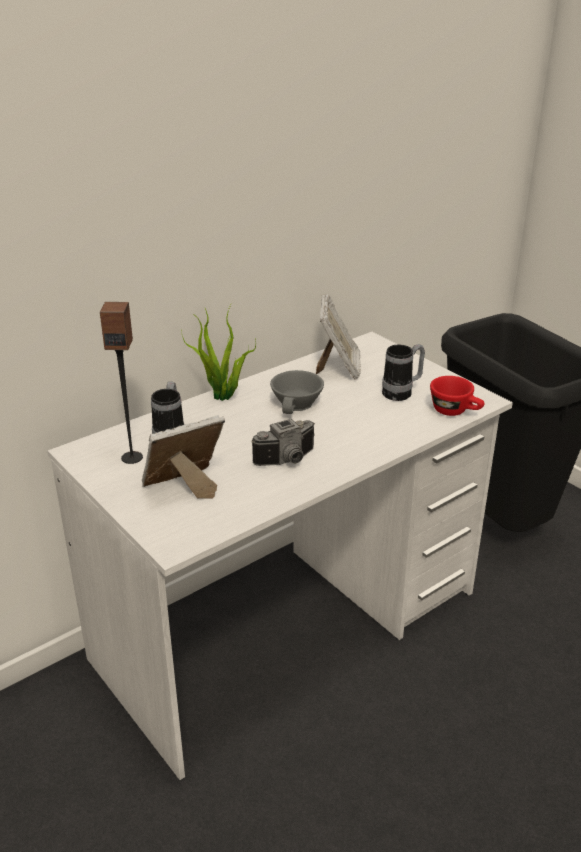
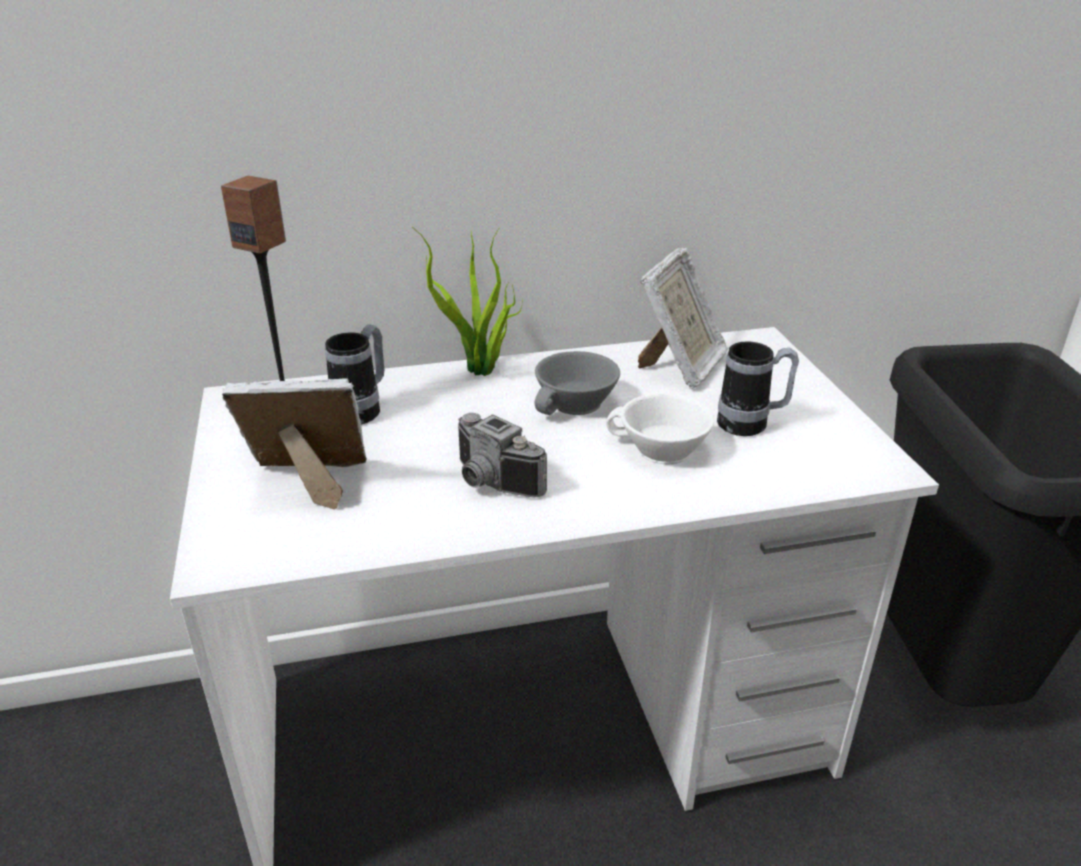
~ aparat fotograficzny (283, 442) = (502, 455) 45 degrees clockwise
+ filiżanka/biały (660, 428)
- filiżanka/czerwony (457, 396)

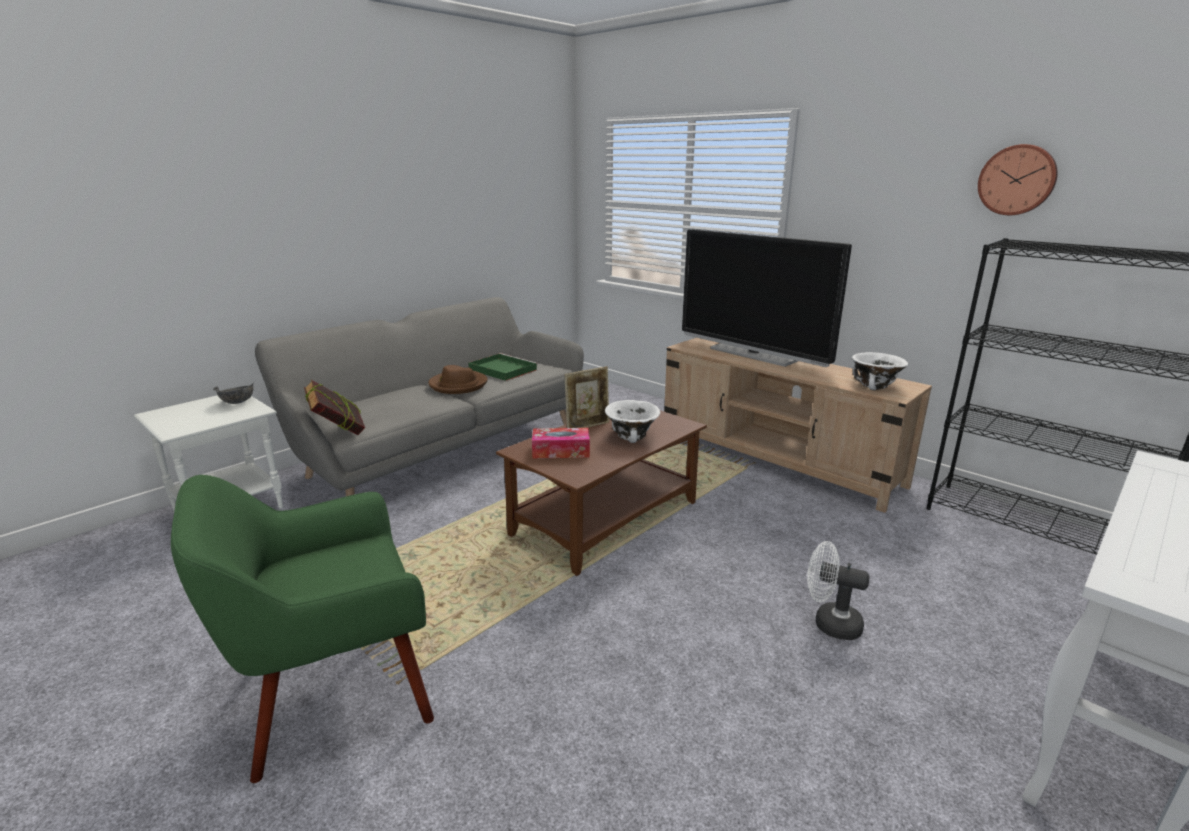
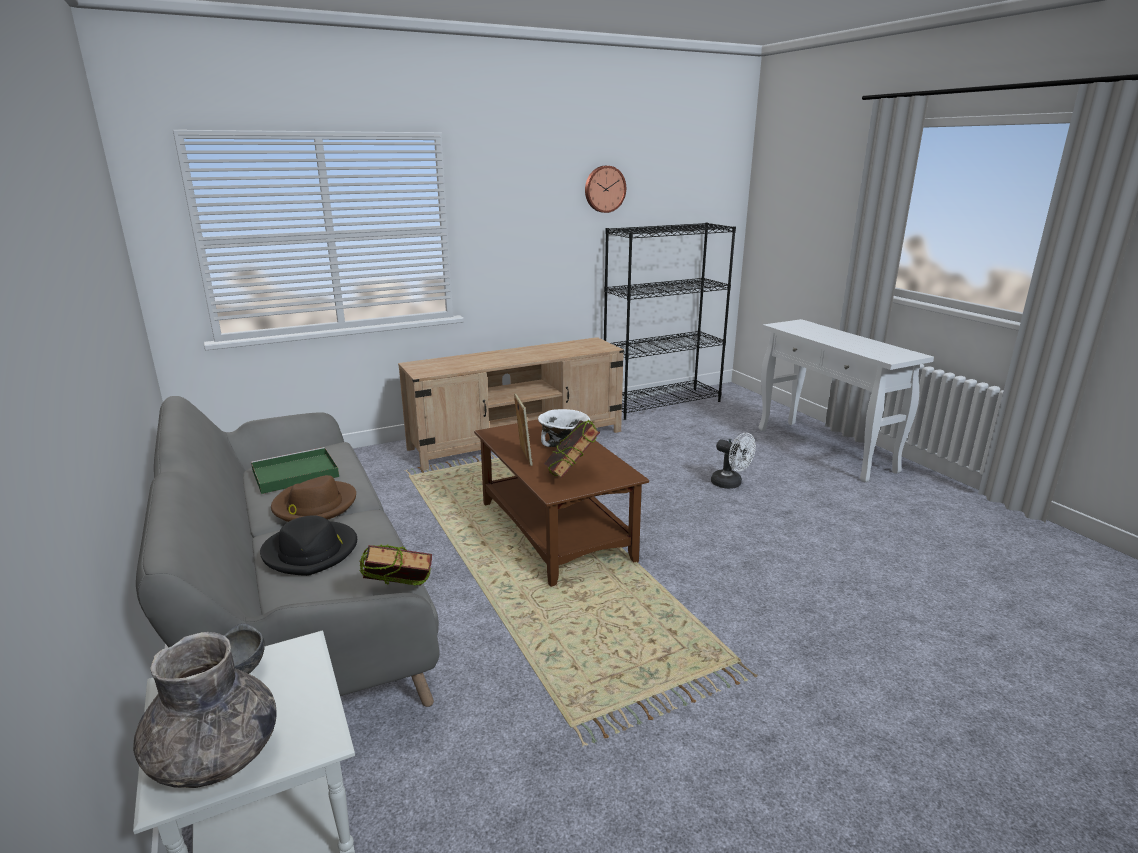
+ wazon/szary (204, 710)
+ kapelusz/czarny (308, 545)
~ pudełko chusteczek (561, 443) to książka (572, 448)
~ wentylator/biały (838, 590) = (733, 461) 90 degrees counterclockwise
- fotel/zielony (302, 629)
- telewizor (767, 298)
- miska/biały (880, 371)

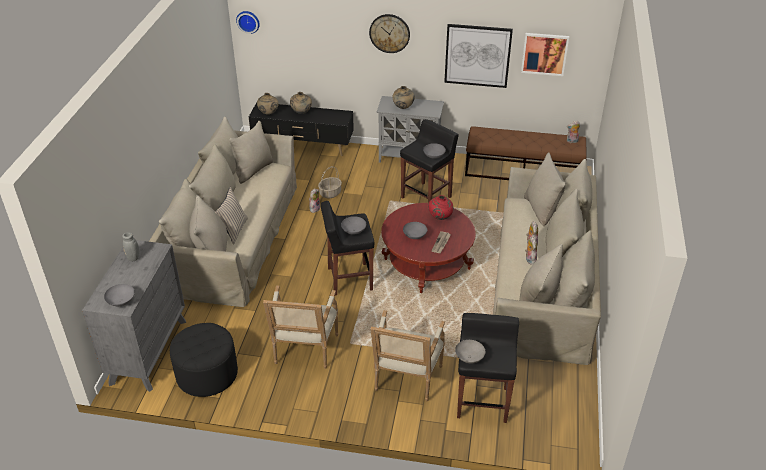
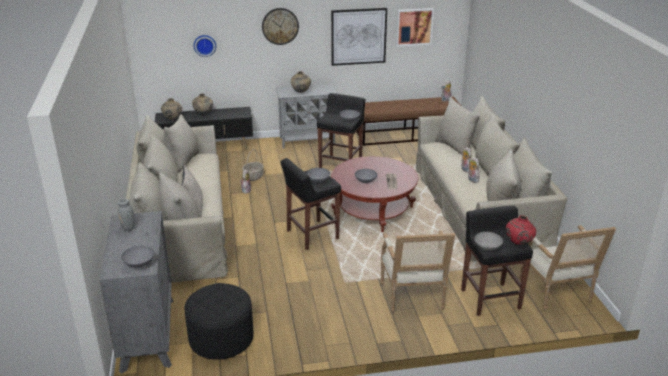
~ zegar ścienny (248, 22) to (205, 46)
~ wazon/czerwony (440, 207) to (521, 230)
~ fotel (300, 327) to (567, 268)

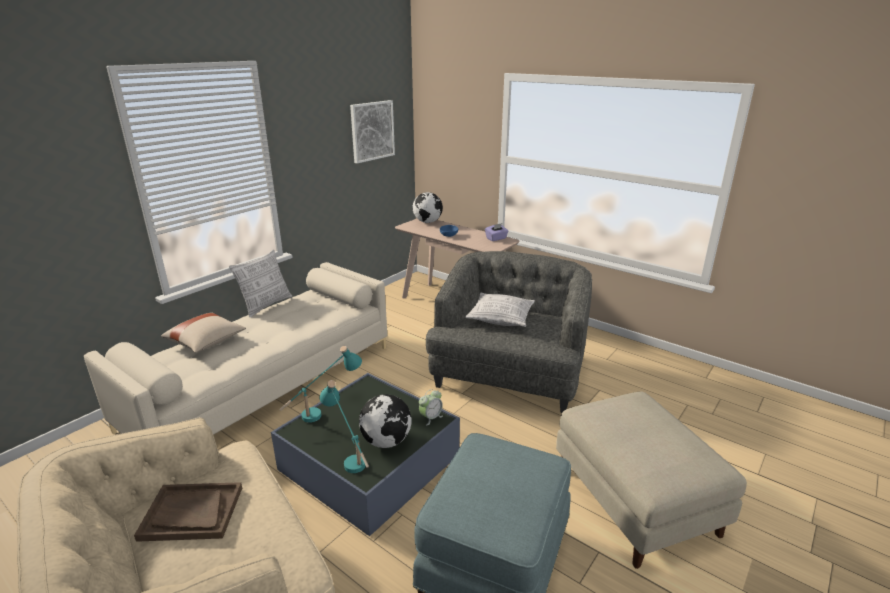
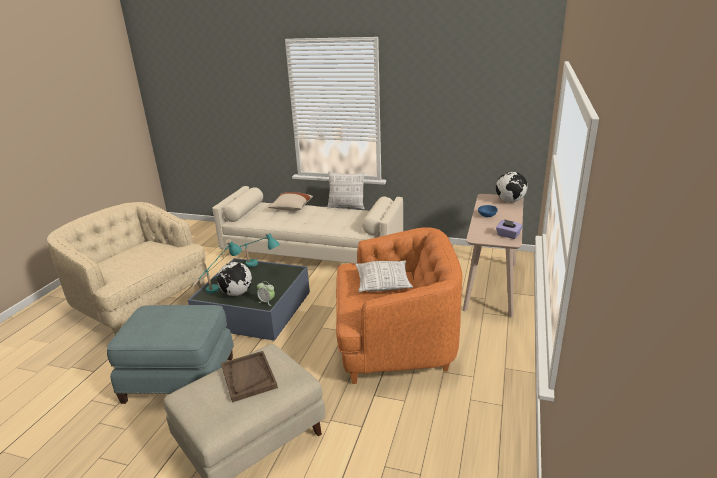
~ taca/brązowy (188, 512) to (249, 376)
~ fotel/szary (509, 332) to fotel/pomarańczowy (399, 305)
- obraz (372, 131)

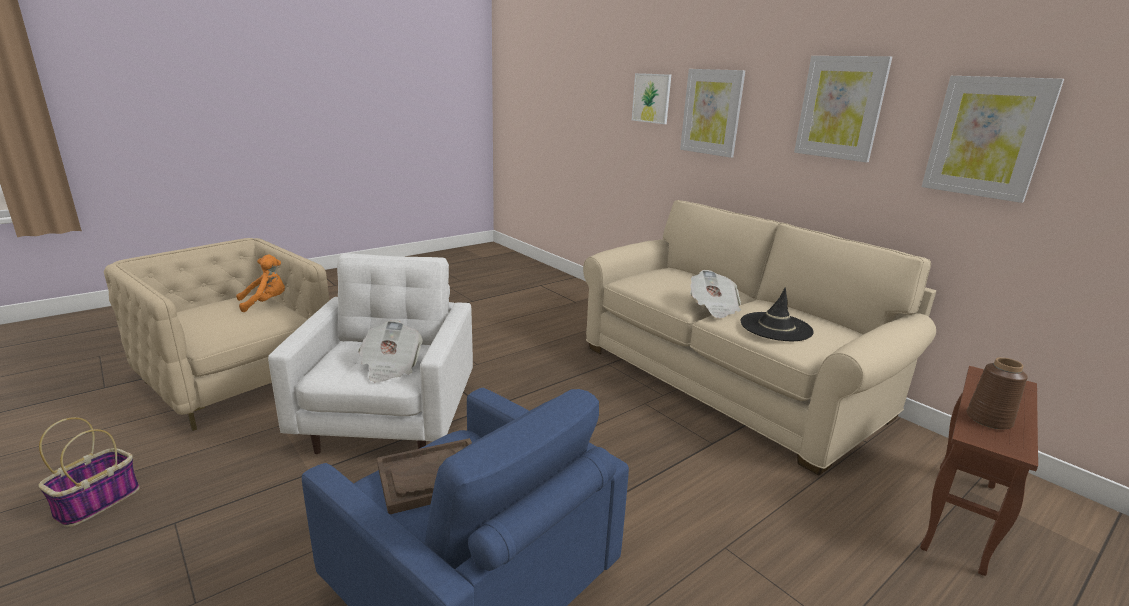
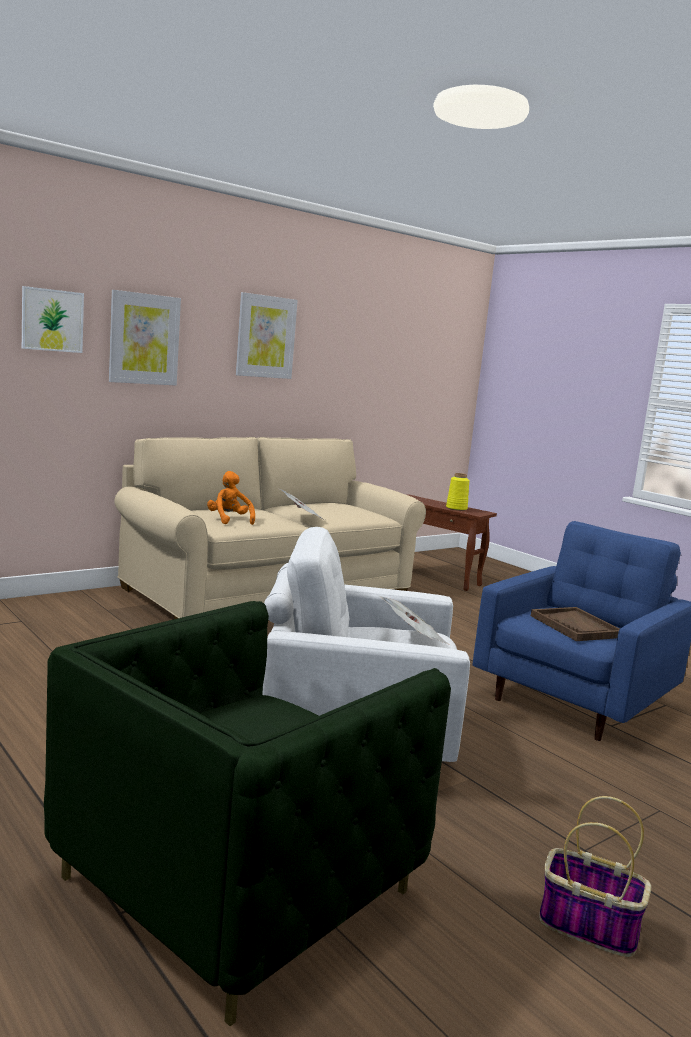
~ fotel/beżowy (217, 334) to fotel/zielony (247, 813)
~ pluszak/pomarańczowy (260, 283) to (231, 498)
~ wazon/brązowy (997, 393) to wazon/żółty (457, 492)
- kapelusz/czarny (777, 314)
- obraz (992, 139)

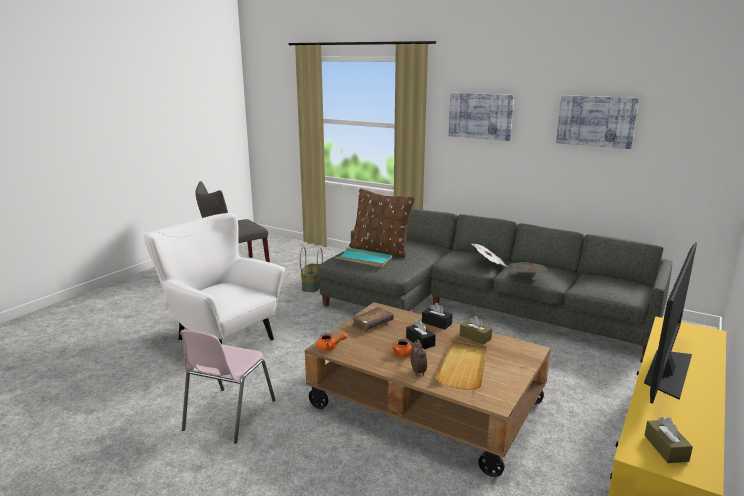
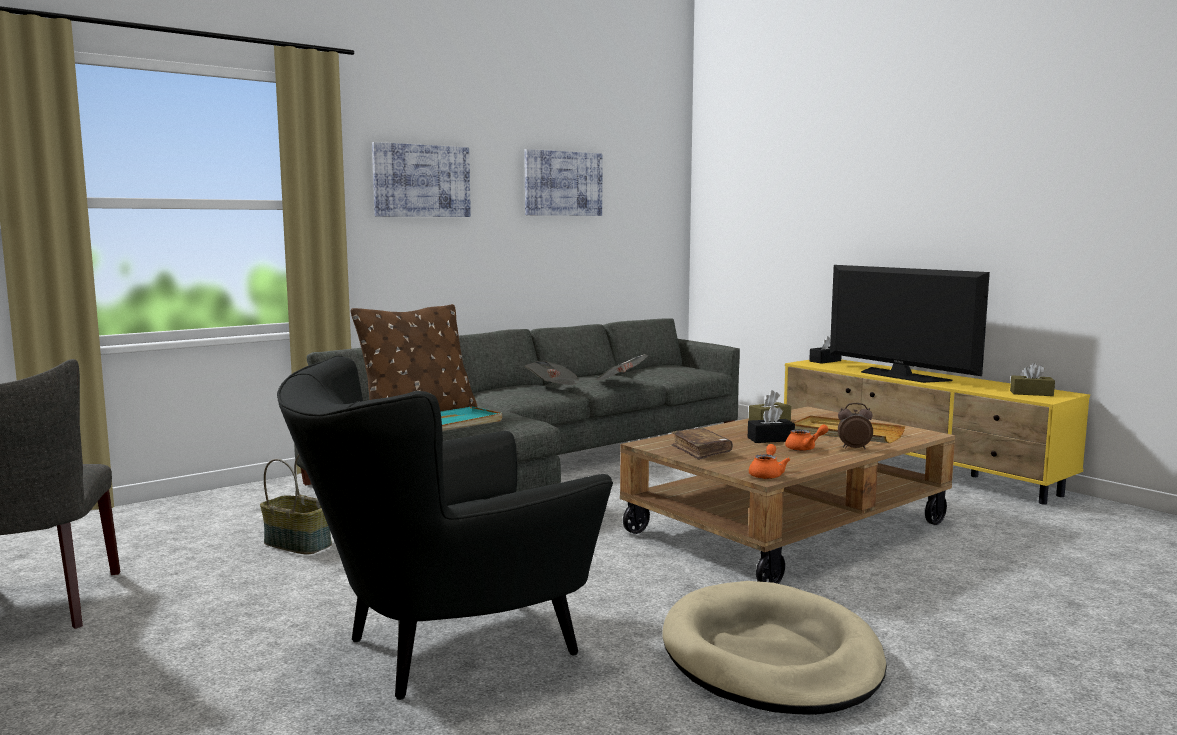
~ fotel/biały (214, 278) to fotel/czarny (445, 528)
~ krzesło/różowy (228, 387) to legowisko/beżowy (775, 648)
~ pudełko chusteczek/czarny (437, 316) to (825, 350)

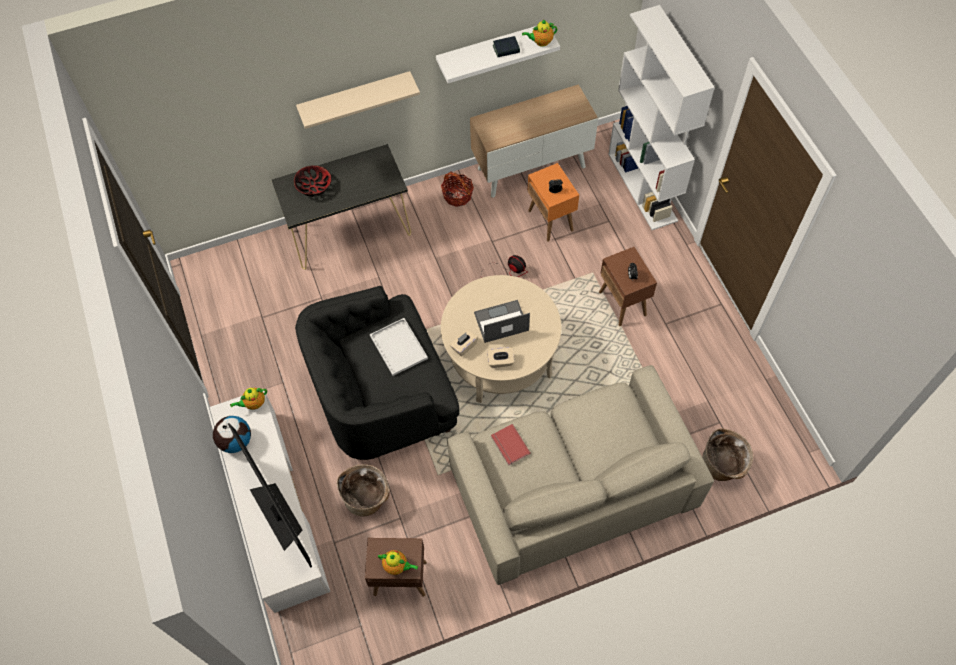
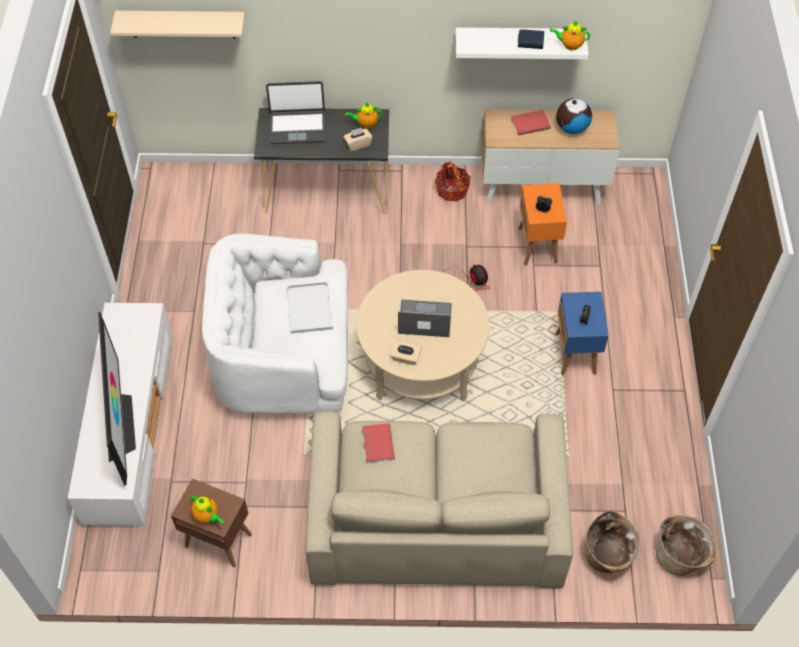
~ półka/beżowy (358, 100) to (177, 24)
~ fotel/czarny (377, 373) to fotel/biały (275, 323)
~ miska (313, 181) to laptop (296, 112)
~ pudełko chusteczek/beżowy (464, 342) to (358, 139)
~ imbryk (248, 399) to (363, 115)
+ książka/czerwony (531, 122)
~ stolik/brązowy (628, 286) to stolik/niebieski (582, 333)
~ globus (232, 434) to (574, 116)
~ koszyk (363, 490) to (686, 545)
- regał/biały (661, 117)

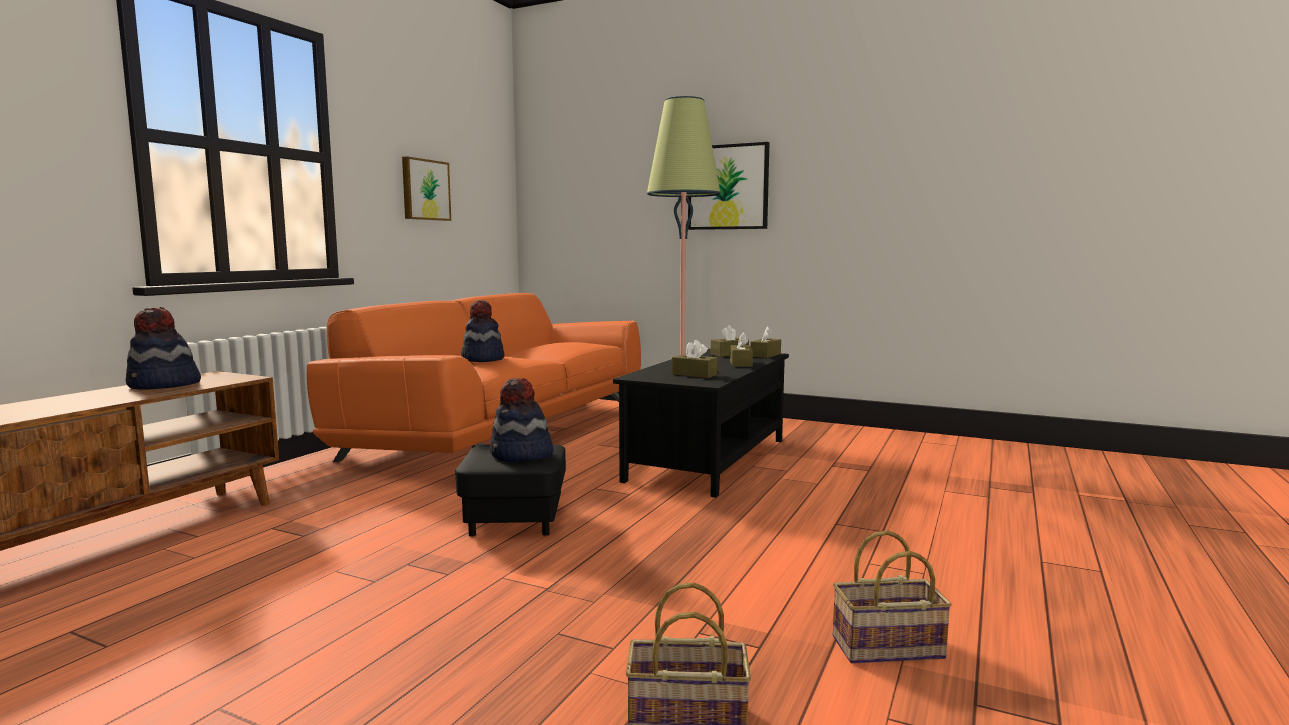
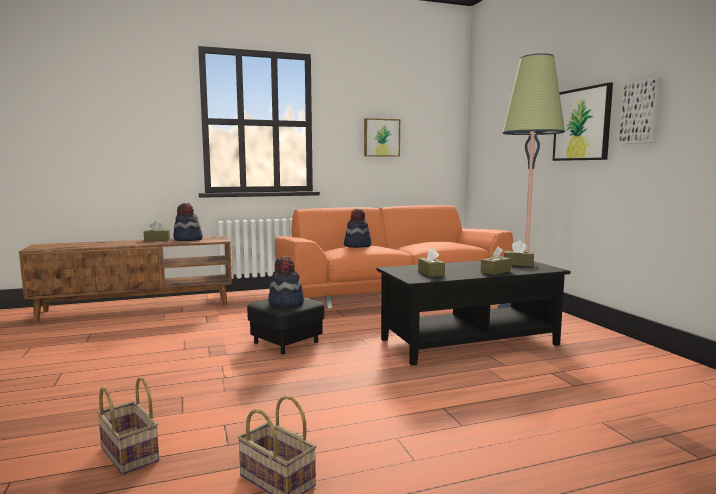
~ pudełko chusteczek/brązowy (766, 342) to (157, 231)
+ obraz (640, 110)

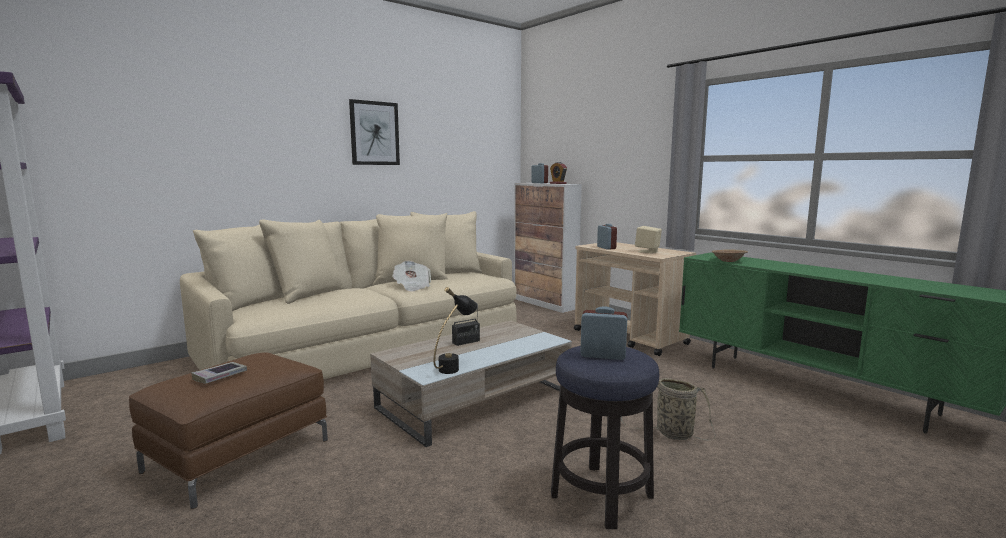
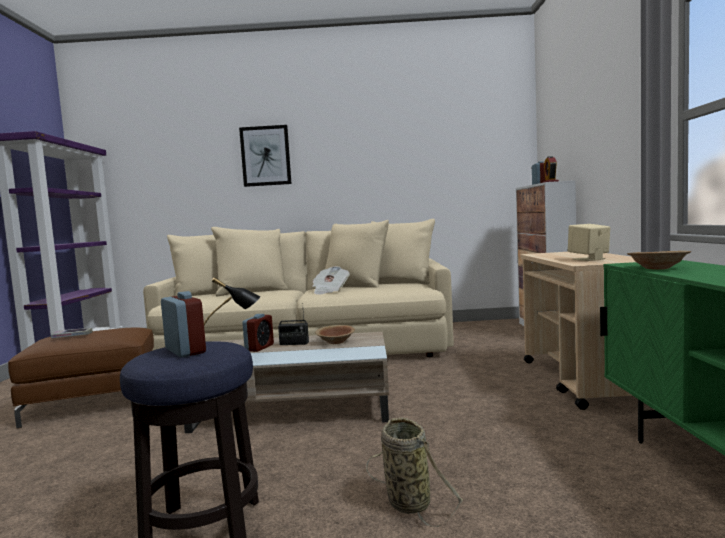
~ obraz (374, 132) to (265, 156)
~ budzik (607, 237) to (258, 333)
+ miska/brązowy (335, 334)

